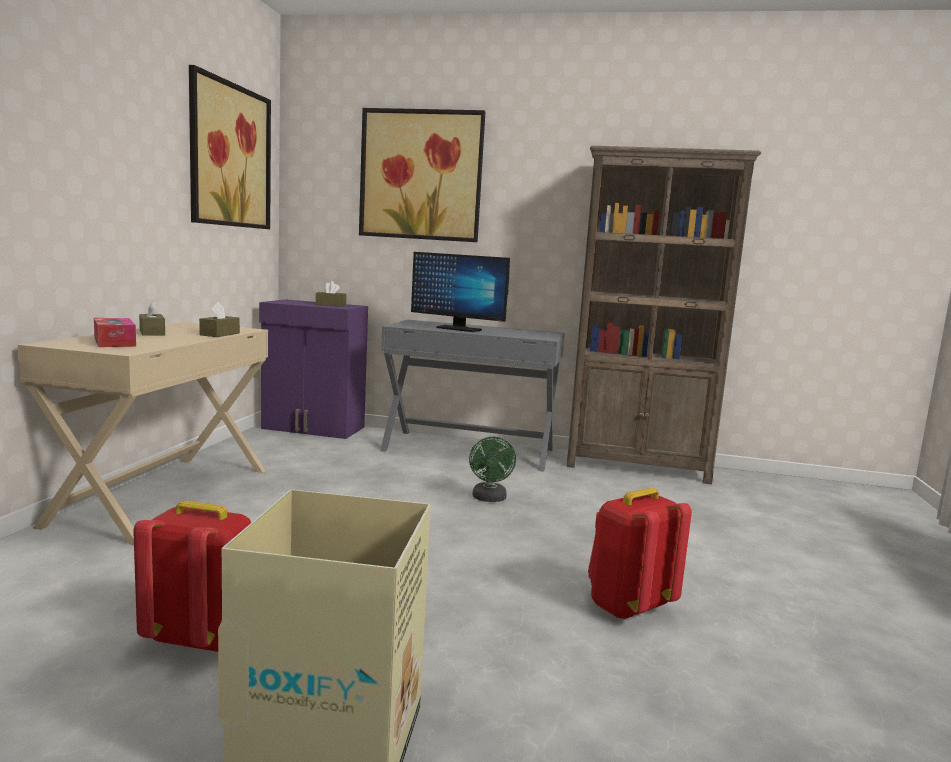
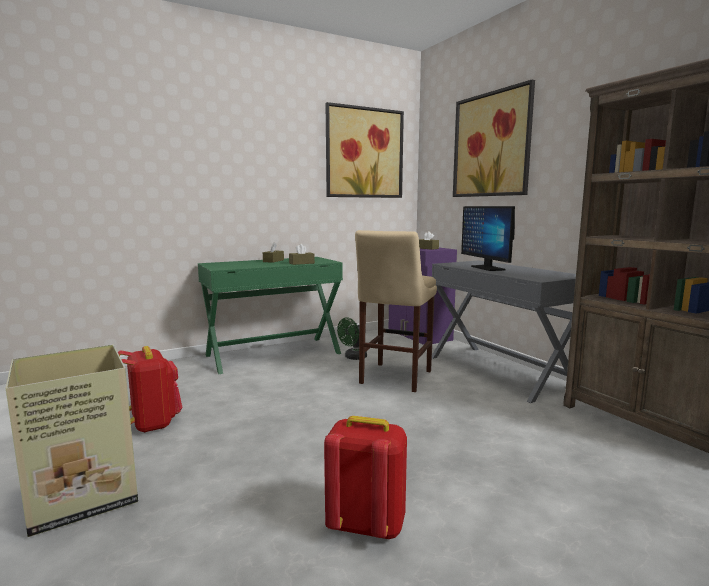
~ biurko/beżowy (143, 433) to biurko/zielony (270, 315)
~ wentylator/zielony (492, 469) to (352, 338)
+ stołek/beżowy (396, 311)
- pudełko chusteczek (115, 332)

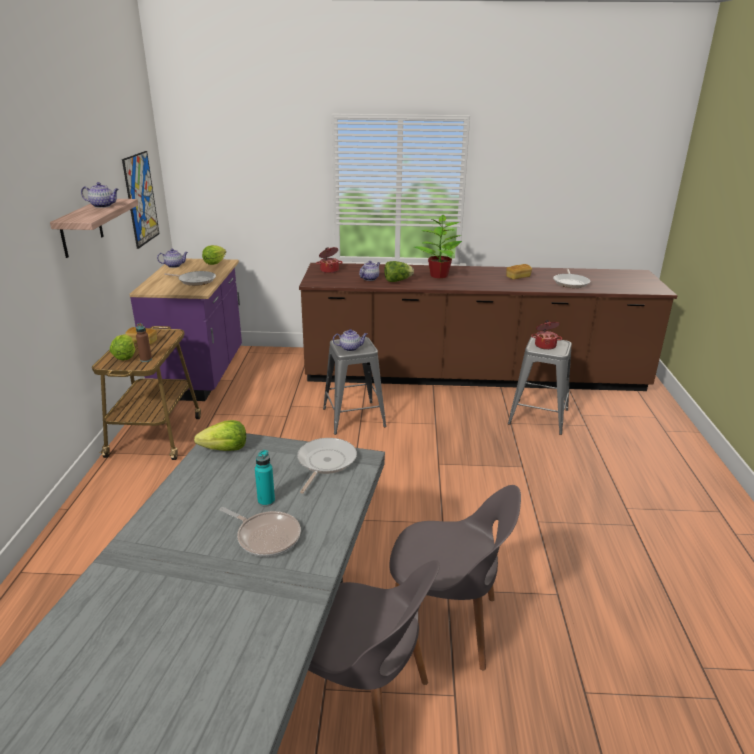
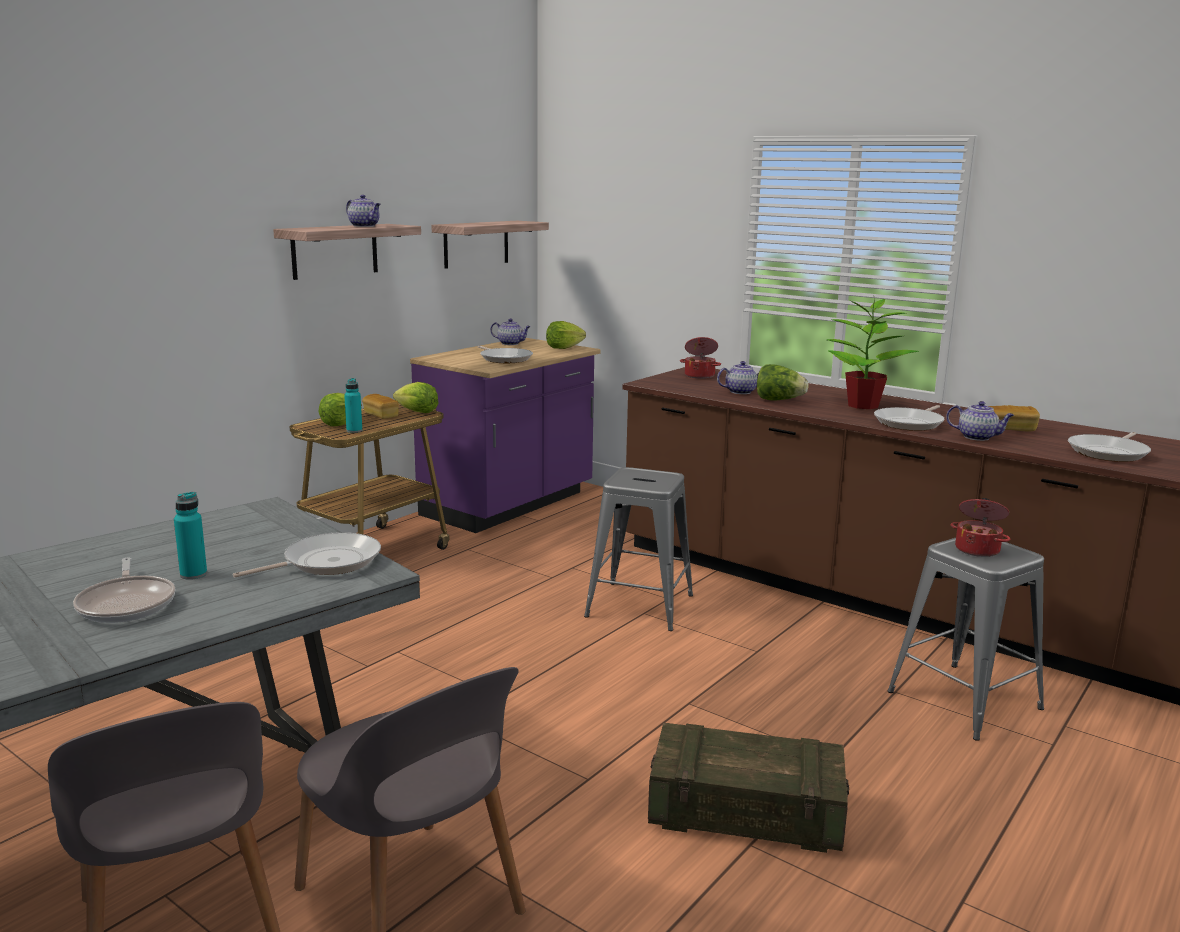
~ butelka/brązowy (144, 342) to butelka/turkusowy (353, 405)
~ sałata (220, 435) to (415, 397)
~ obraz (140, 200) to półka (490, 245)
+ skrzynka (748, 787)
+ patelnia (909, 418)
~ imbryk (350, 340) to (980, 421)

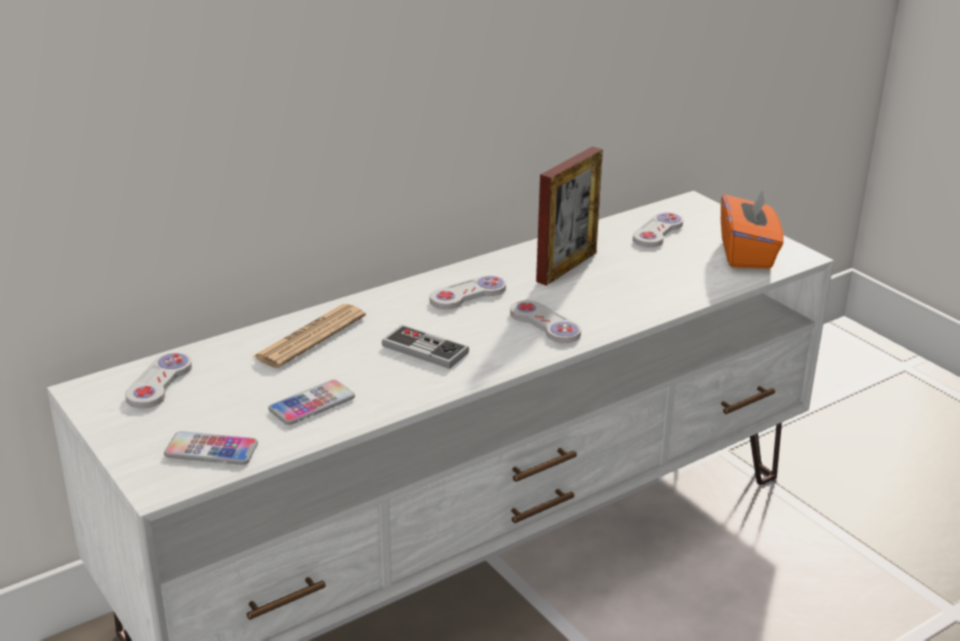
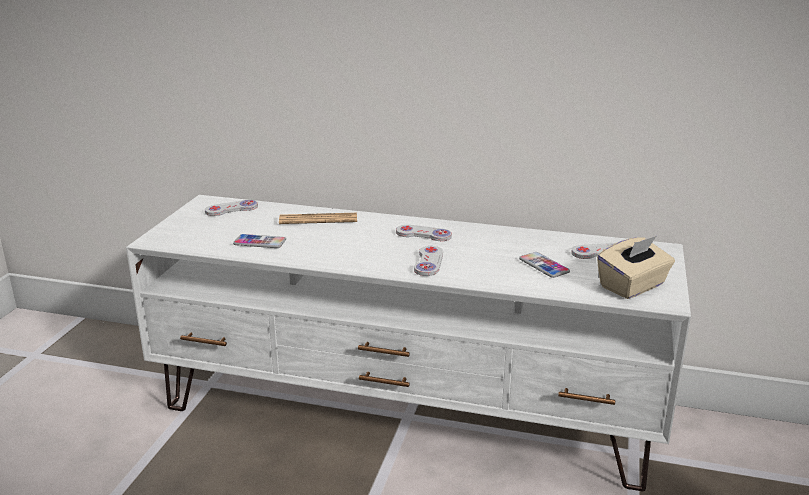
~ telefon (211, 448) to (544, 265)
~ pudełko chusteczek/pomarańczowy (752, 227) to pudełko chusteczek/beżowy (636, 267)
- pad do gier (425, 347)
- ramka na zdjęcie (569, 216)

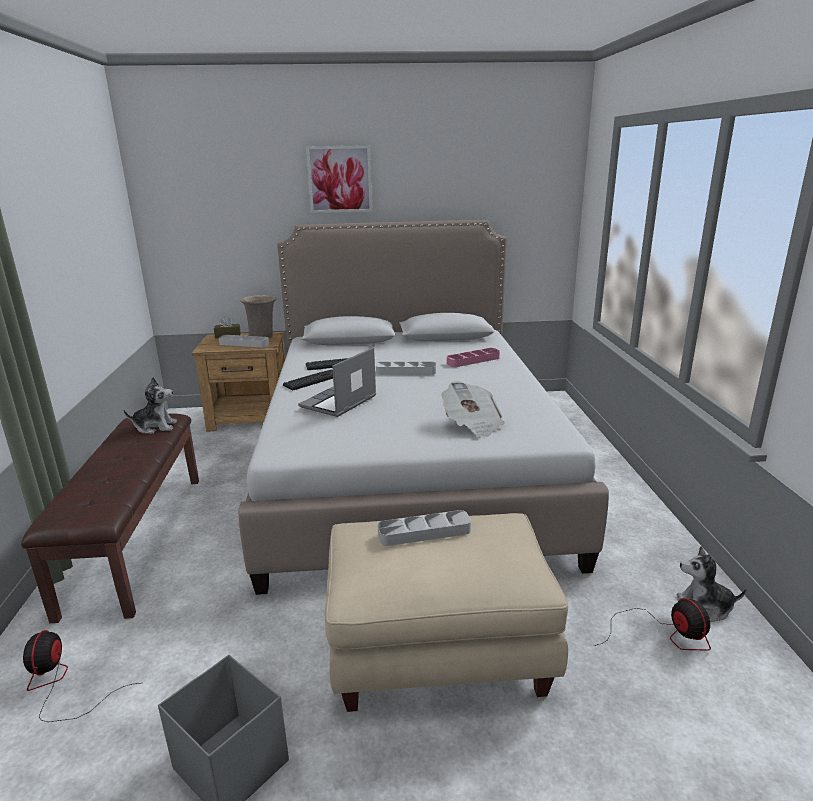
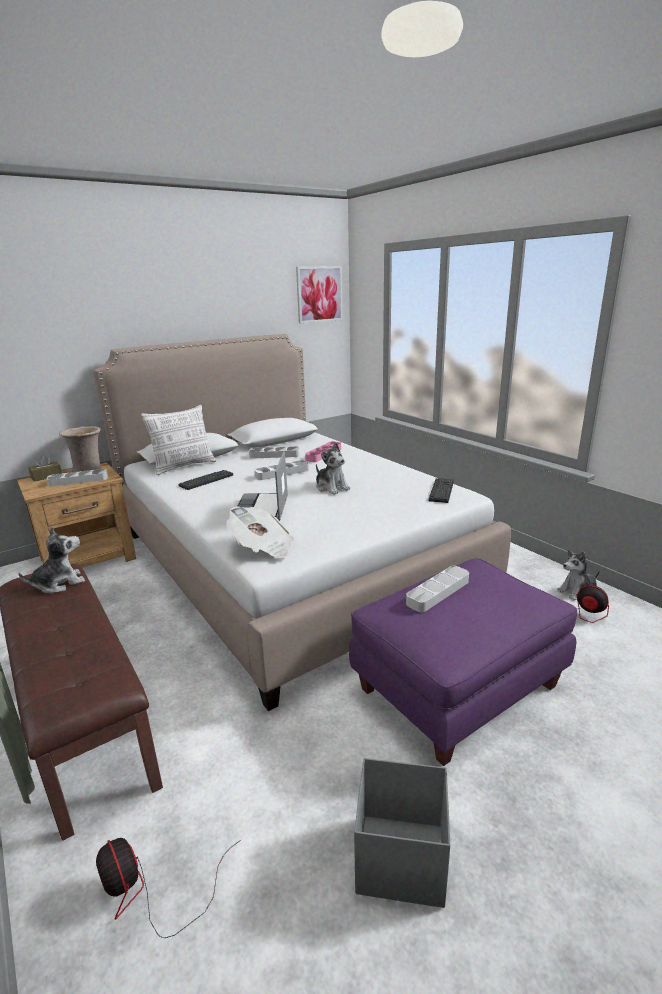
+ poduszka (178, 440)
~ gazeta (473, 409) to (260, 532)
+ taca/szary (274, 452)
~ obraz (339, 179) to (319, 295)
+ pluszak (333, 468)
~ pufa/beżowy (446, 612) to pufa/fioletowy (463, 662)
~ klawiatura (308, 380) to (441, 490)

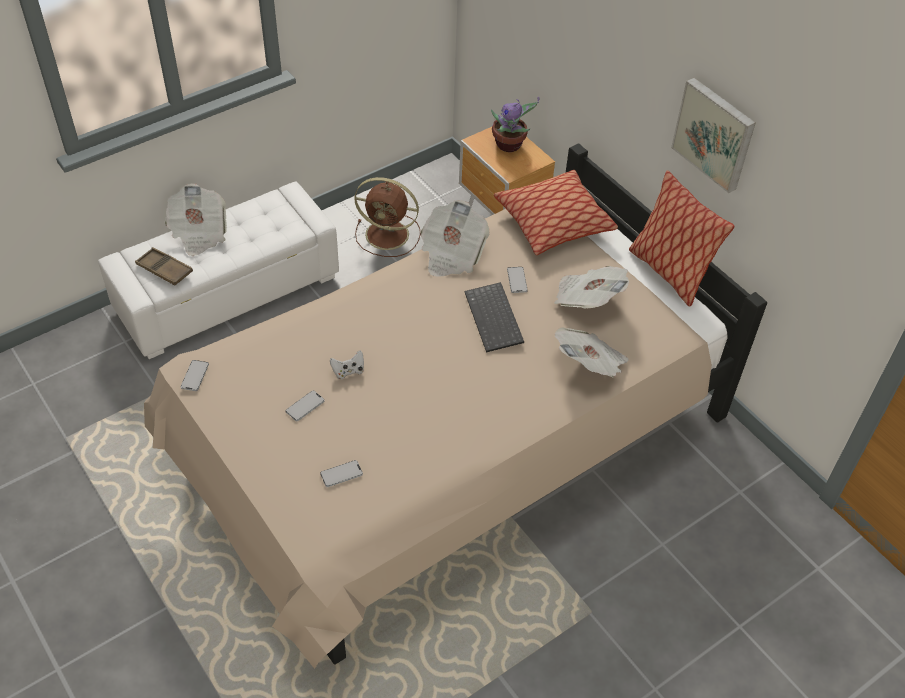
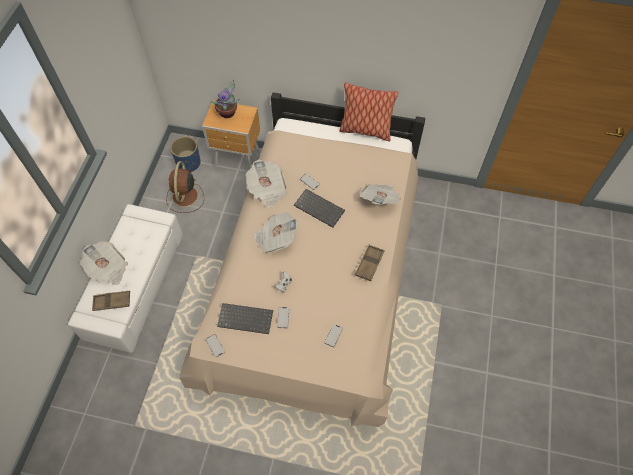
~ wentylator/brązowy (387, 217) = (185, 187) 120 degrees clockwise
+ donica/niebieski (185, 154)
+ klawiatura (245, 318)
~ gazeta (591, 287) to (276, 233)
+ taca/brązowy (369, 263)
- poduszka (556, 212)
- obraz (713, 135)

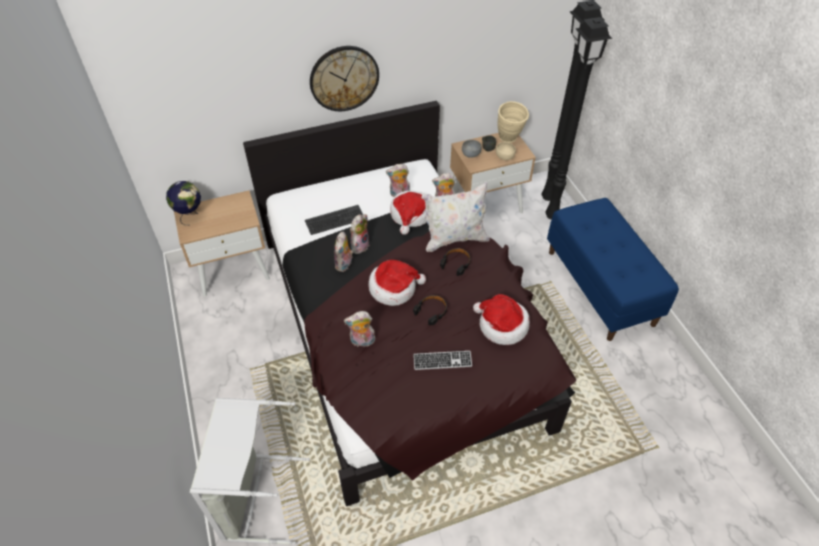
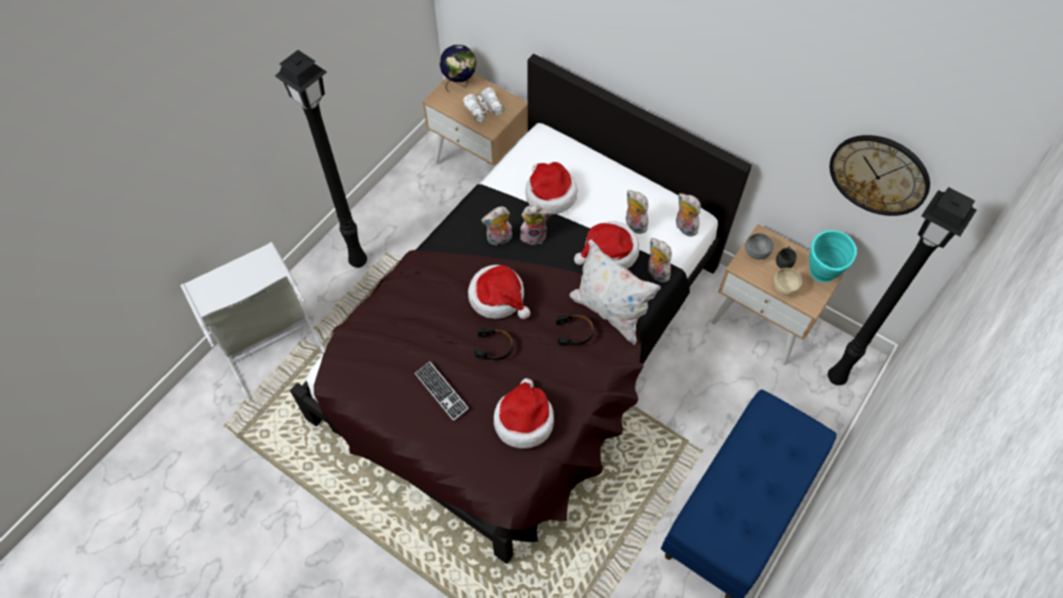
~ lampa stojąca/czarny (578, 118) to (321, 159)
+ lornetka/biały (483, 104)
~ klawiatura (334, 220) to kapelusz (551, 188)
~ pluszak (359, 329) to (688, 215)
~ wazon/beżowy (513, 122) to wazon/turkusowy (833, 256)
~ zegar ścienny (344, 78) to (880, 175)

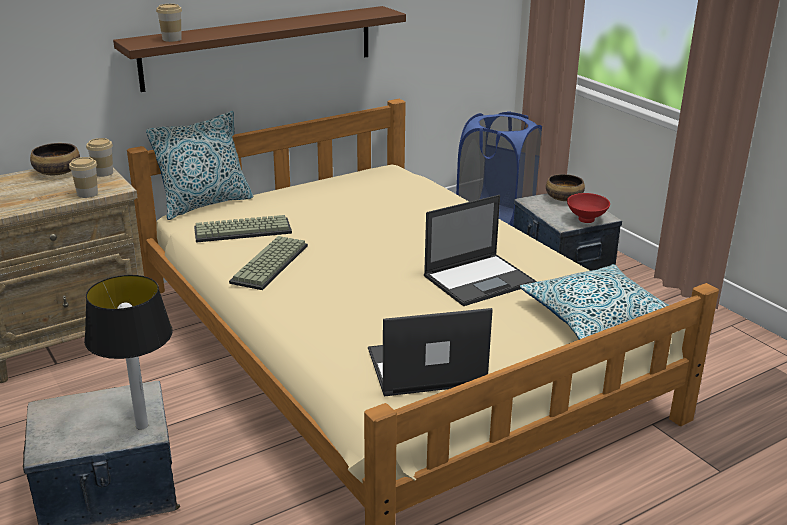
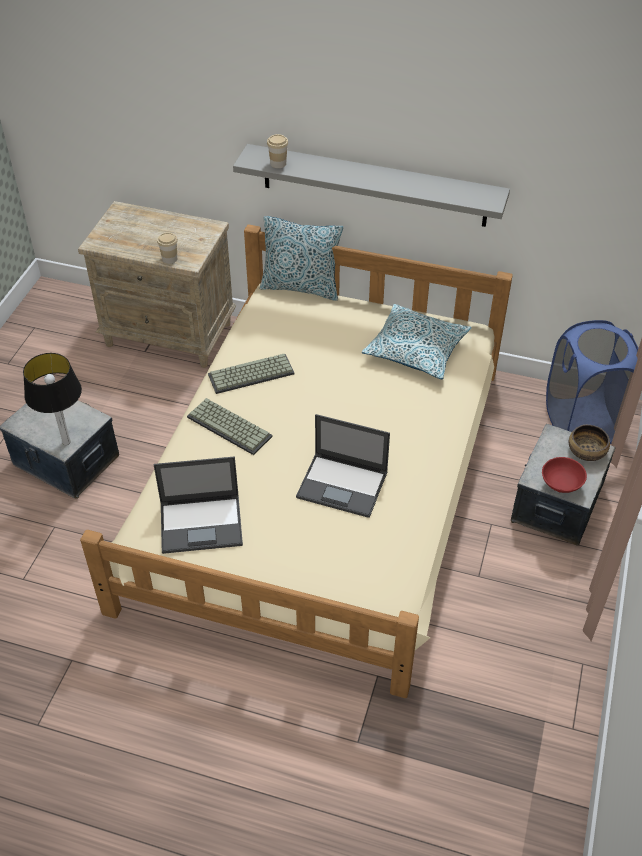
~ laptop (430, 352) = (198, 505) 135 degrees clockwise
~ klawiatura (243, 229) to (230, 426)
~ półka/brązowy (259, 49) to półka/szary (371, 185)
~ poduszka (594, 301) to (417, 341)
- miska (55, 159)
- filiżanka (99, 157)

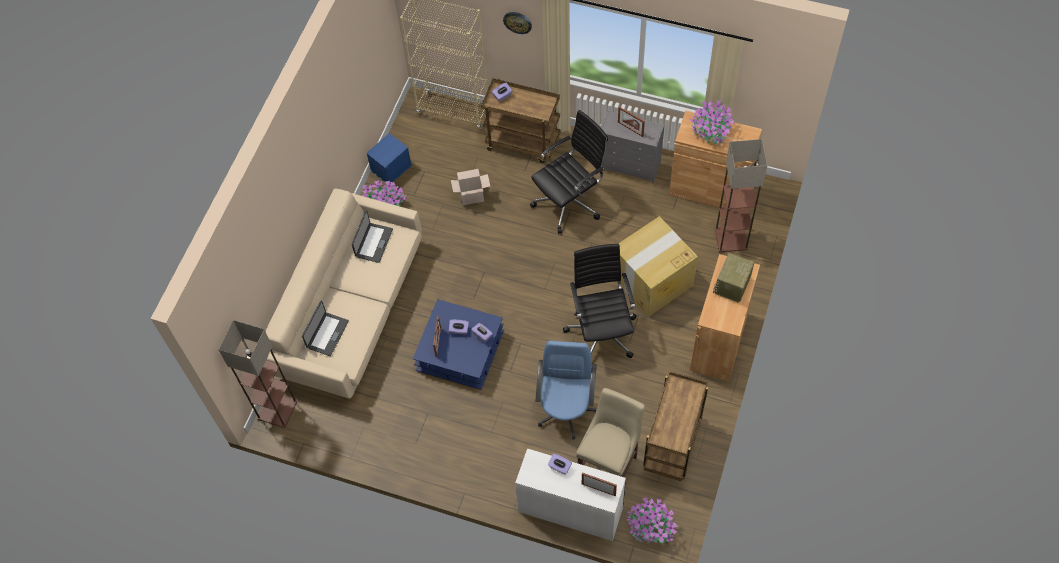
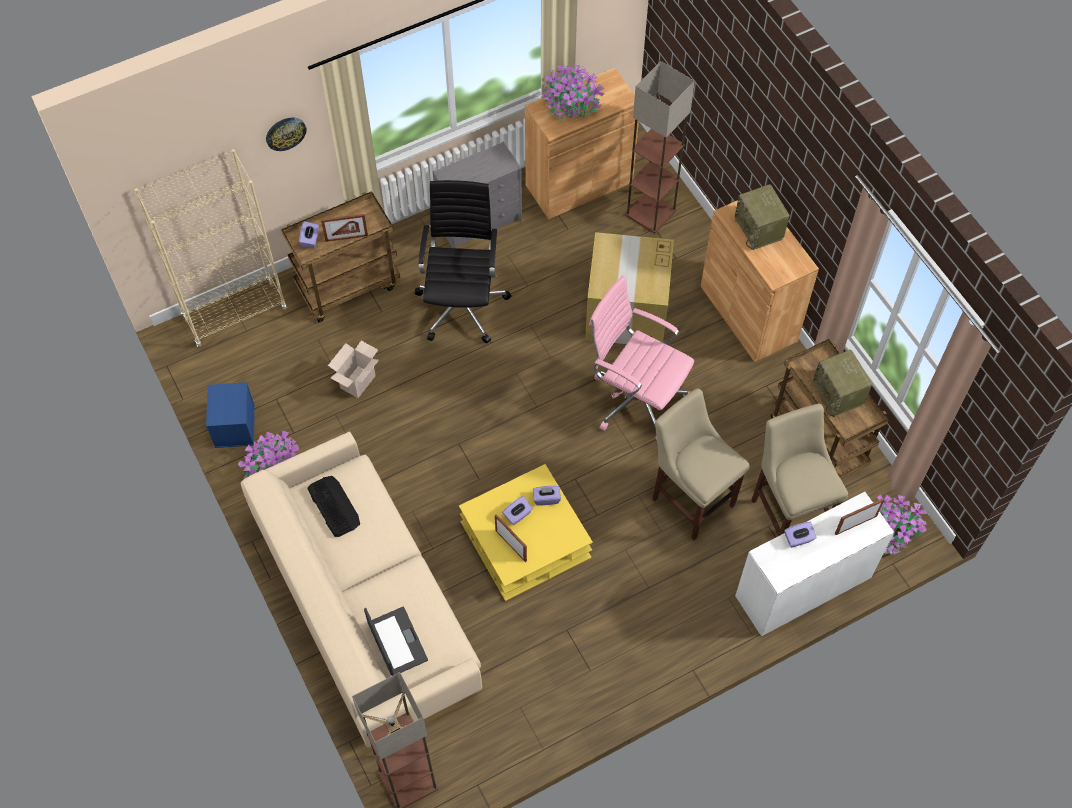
~ laptop (372, 236) to klawiatura (333, 506)
~ ramka na zdjęcie (631, 122) to (344, 228)
~ ława/niebieski (458, 344) to ława/żółty (526, 532)
~ krzesło biurowe/czarny (600, 301) to krzesło biurowe/różowy (641, 358)
~ krzesło biurowe/niebieski (566, 390) to stołek/beżowy (701, 464)
+ radio (843, 383)

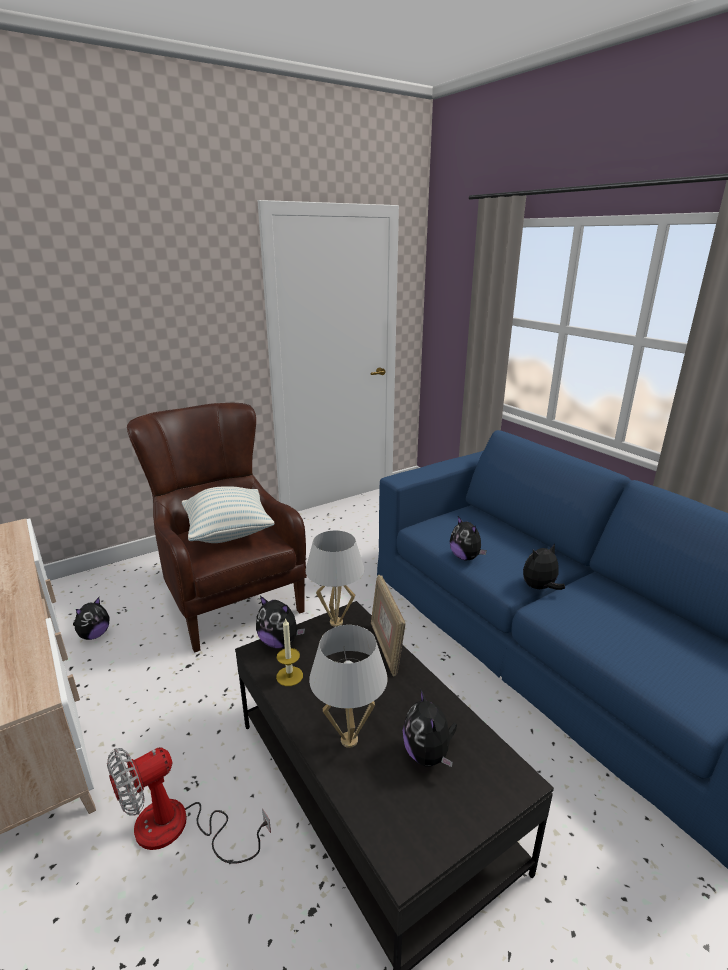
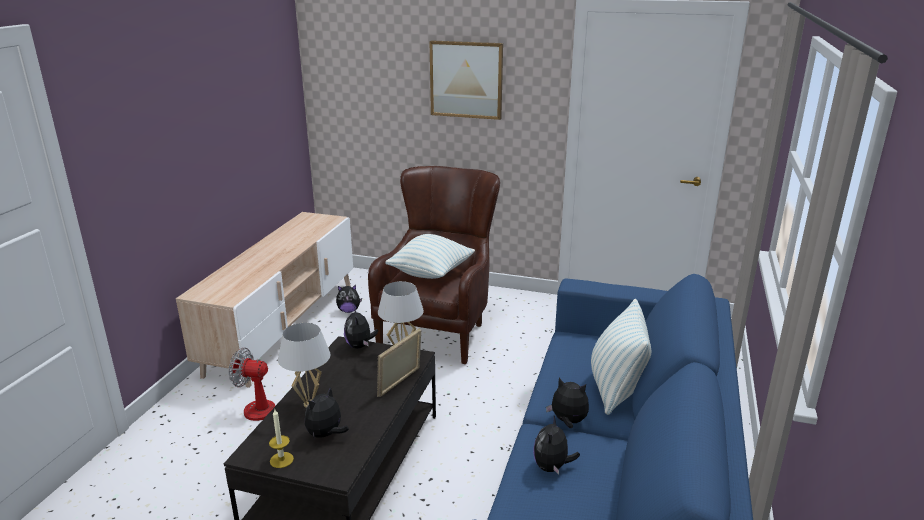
~ świeca (289, 652) to (281, 438)
+ obraz (466, 80)
~ pluszak (468, 538) to (556, 445)
+ poduszka (621, 357)

